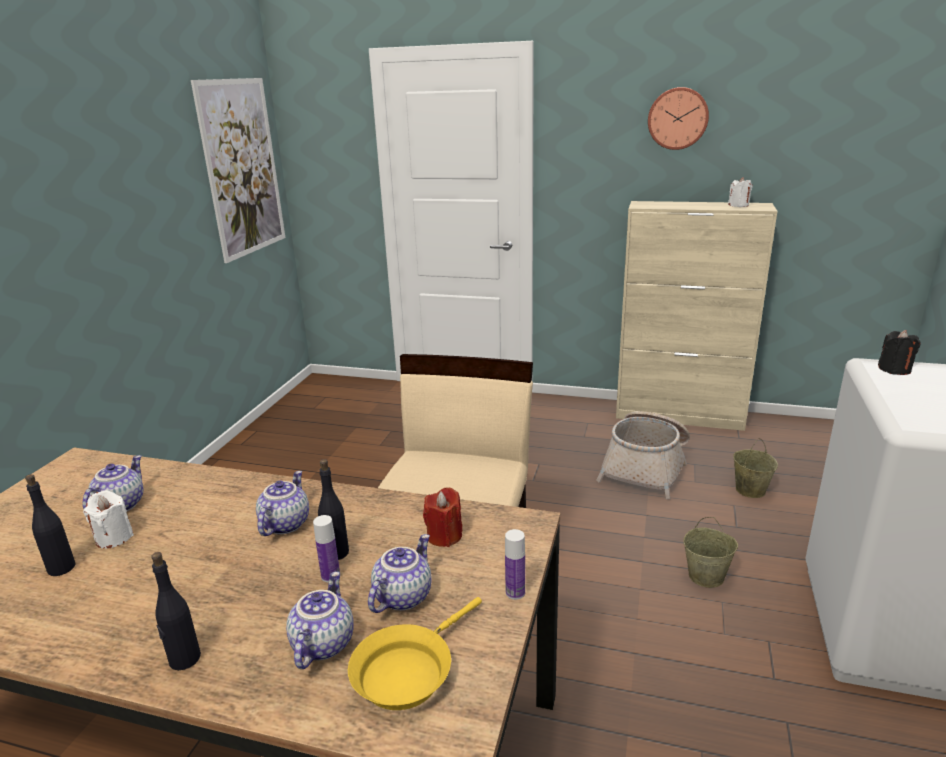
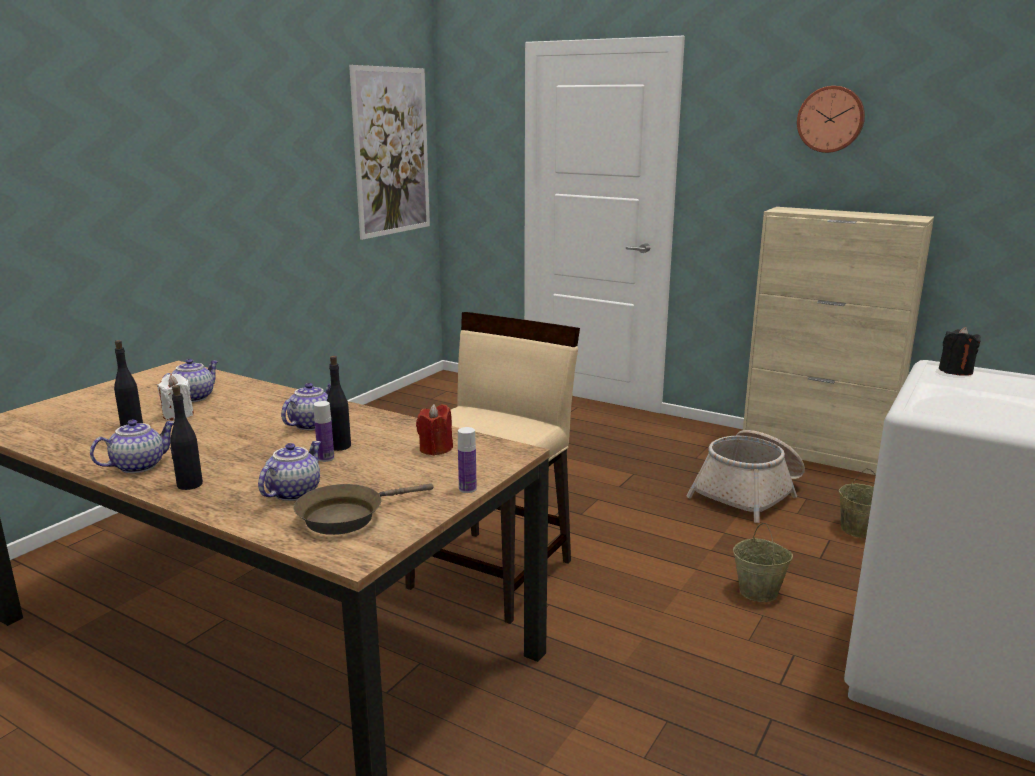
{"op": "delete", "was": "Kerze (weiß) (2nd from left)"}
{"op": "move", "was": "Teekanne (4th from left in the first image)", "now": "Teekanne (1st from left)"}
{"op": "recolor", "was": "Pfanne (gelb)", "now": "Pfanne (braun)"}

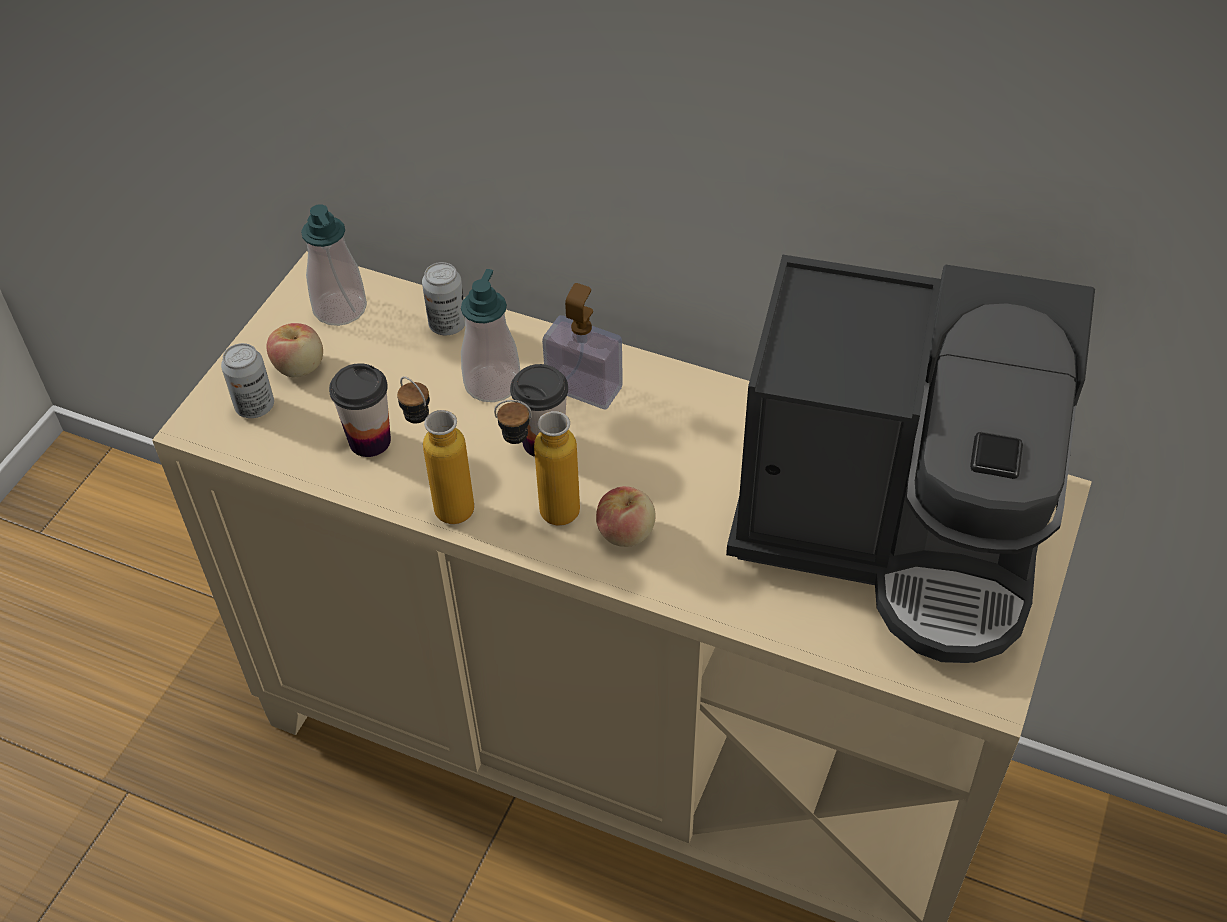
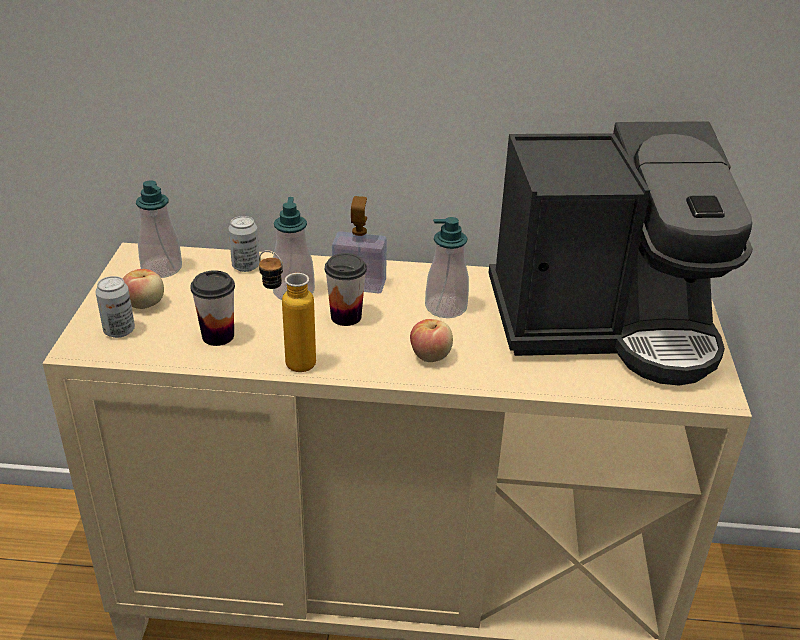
{"op": "delete", "was": "Flasche (2nd from left)"}
{"op": "insert", "now": "Seifenspender (4th from left)"}

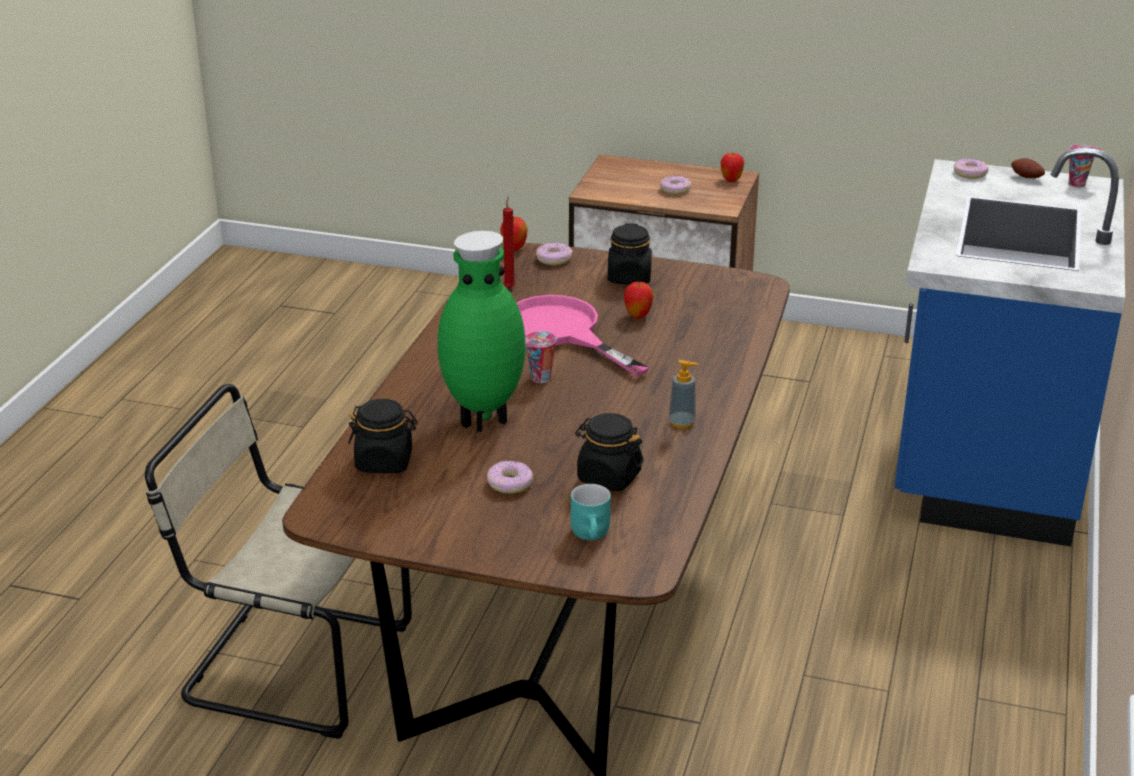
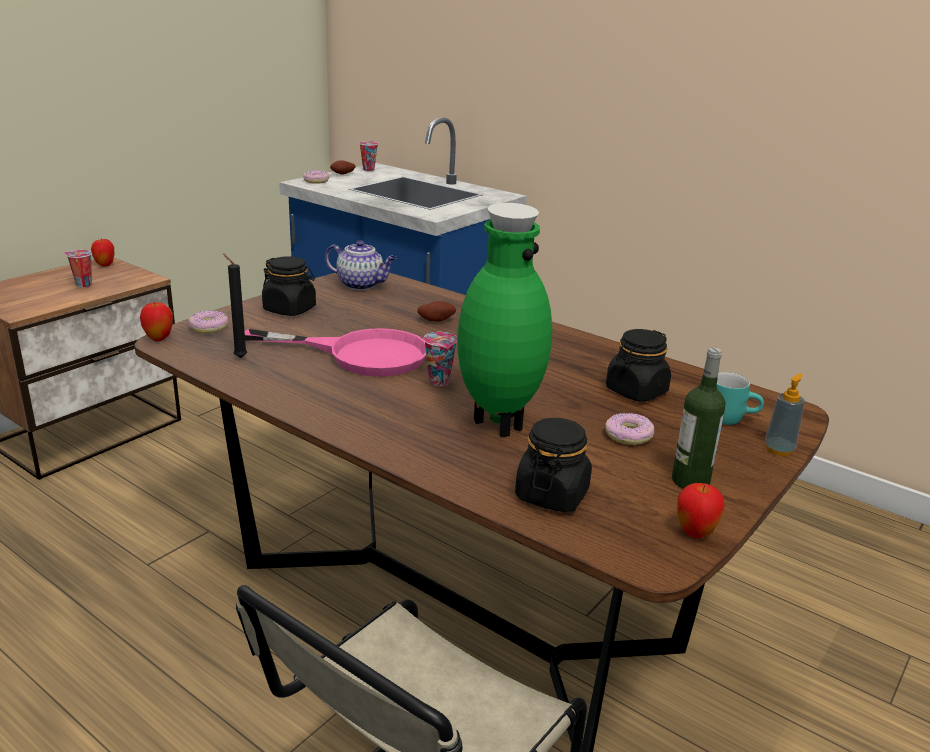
{"op": "insert", "now": "Teekanne"}
{"op": "insert", "now": "Kartoffel (2nd from left)"}
{"op": "insert", "now": "Flasche"}
{"op": "move", "was": "Apfel (2nd from left in the first image)", "now": "Apfel (3rd from left)"}
{"op": "move", "was": "Seifenspender"}
{"op": "replace", "was": "Donut (3rd from left)", "now": "Tasse (1st from left)"}
{"op": "recolor", "was": "Kerze (rot)", "now": "Kerze (schwarz)"}
{"op": "rotate", "was": "Pfanne (rosa)", "clockwise": -150}

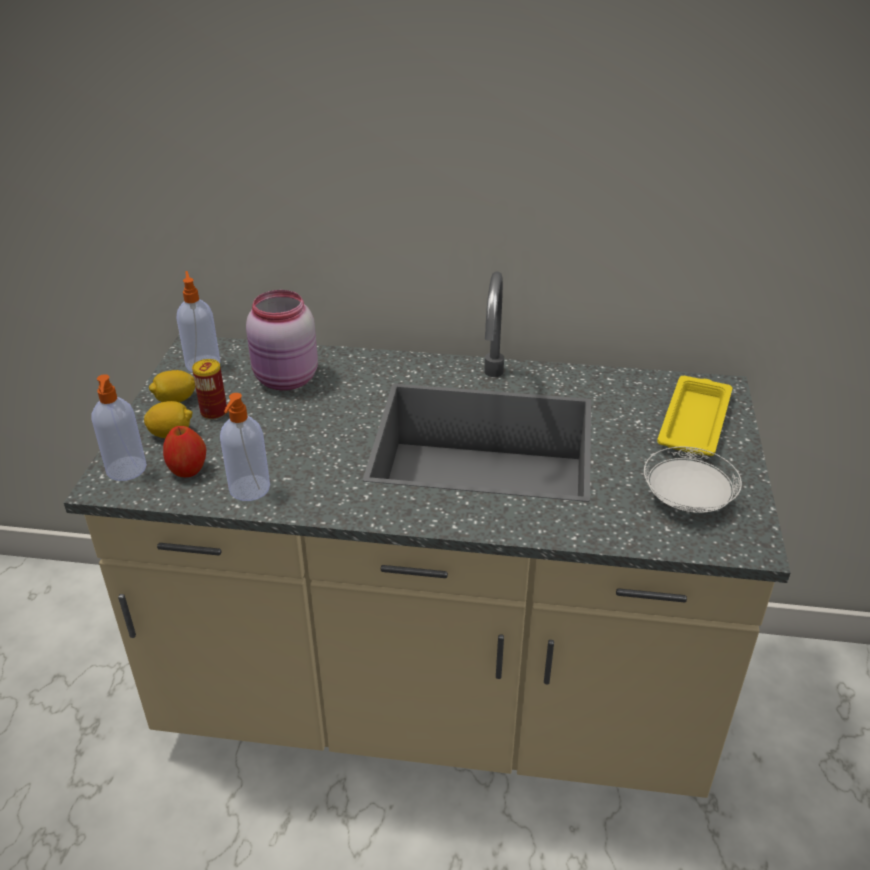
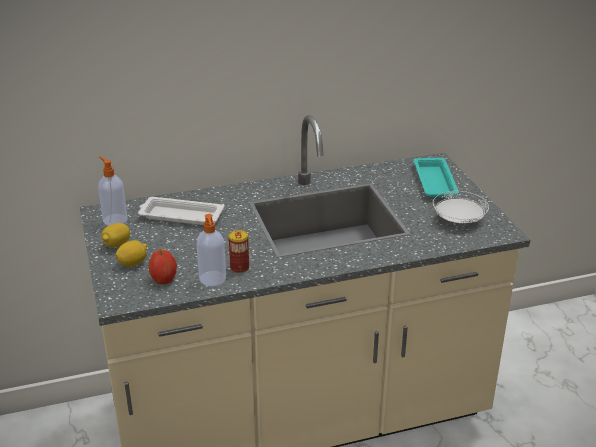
{"op": "delete", "was": "Seifenspender (1st from left)"}
{"op": "move", "was": "Dose"}
{"op": "replace", "was": "Vorratsglas (rosa)", "now": "Tablett (weiß)"}
{"op": "recolor", "was": "Tablett (gelb)", "now": "Tablett (türkis)"}

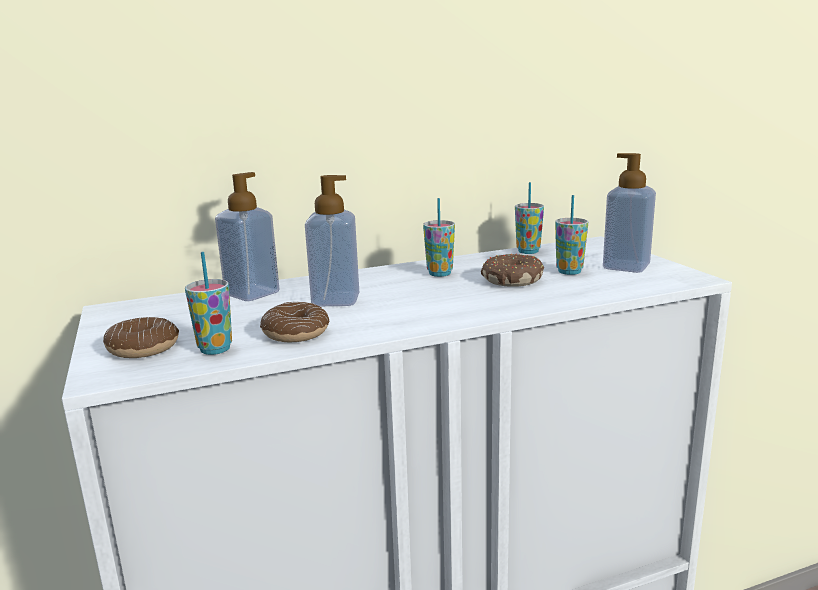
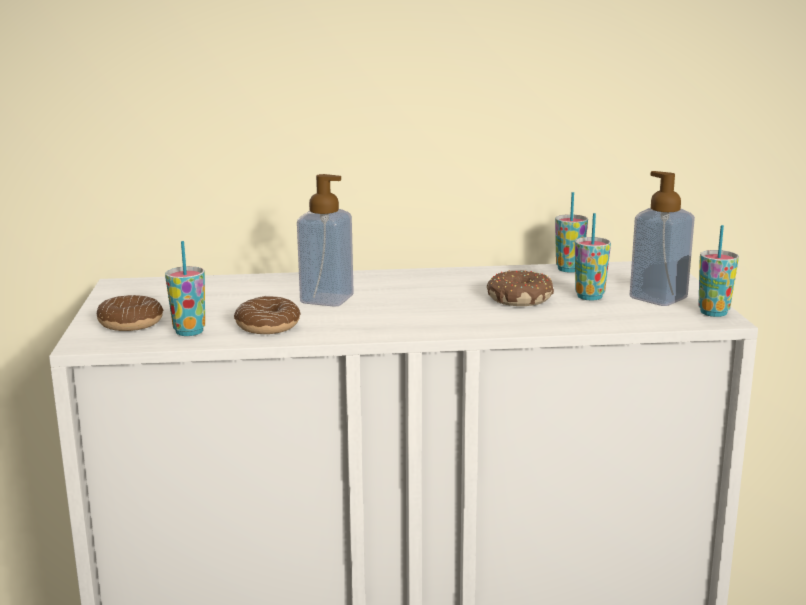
{"op": "delete", "was": "Seifenspender (1st from left)"}
{"op": "move", "was": "Tasse (2nd from left in the first image)", "now": "Tasse (4th from left)"}

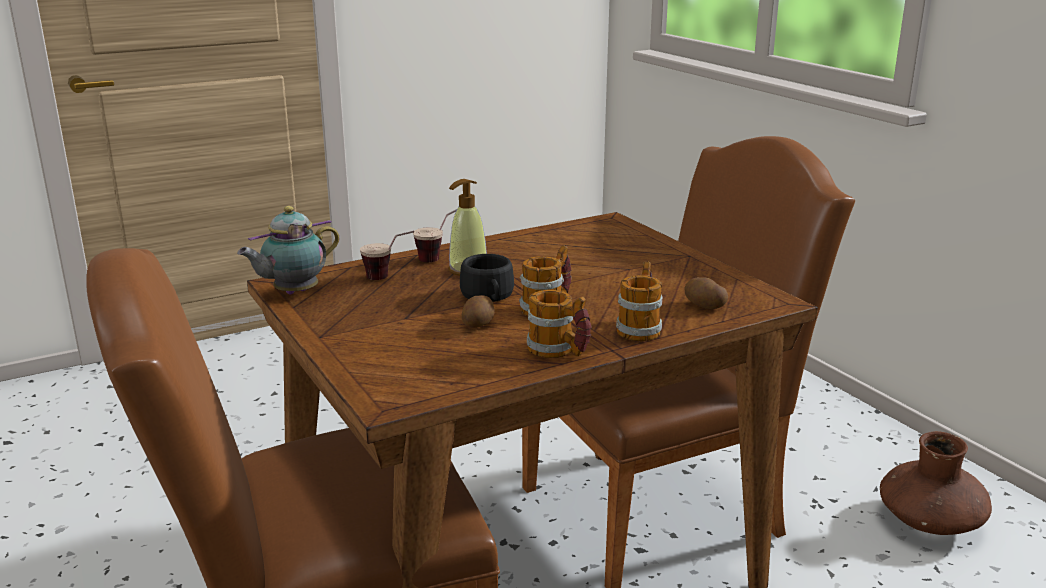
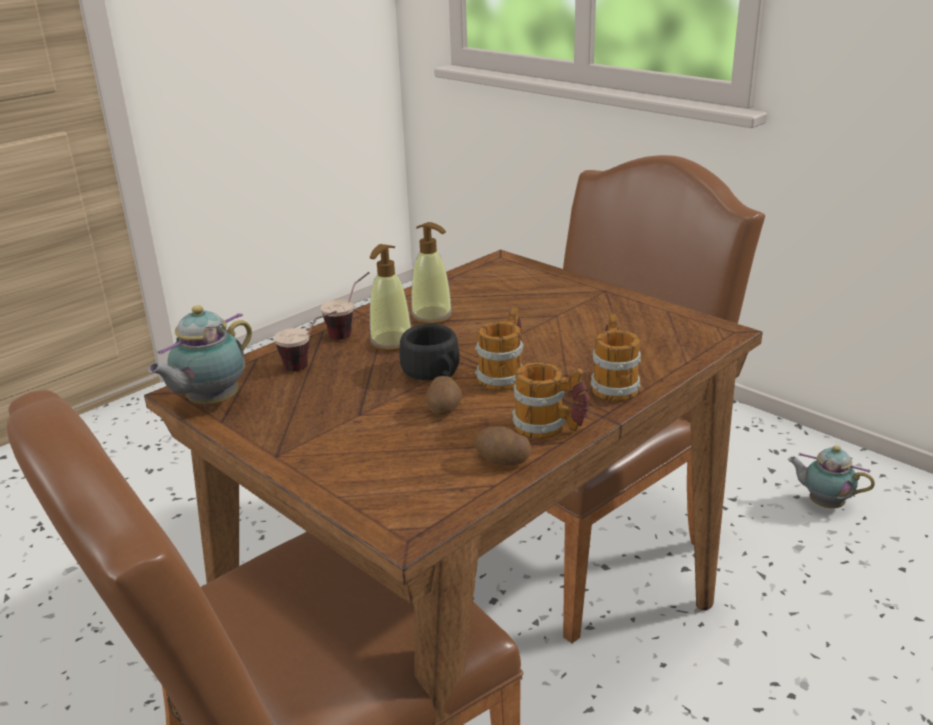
{"op": "insert", "now": "Seifenspender (2nd from left)"}
{"op": "move", "was": "Kartoffel (2nd from left)"}
{"op": "replace", "was": "Vase (braun)", "now": "Teekanne (2nd from left)"}

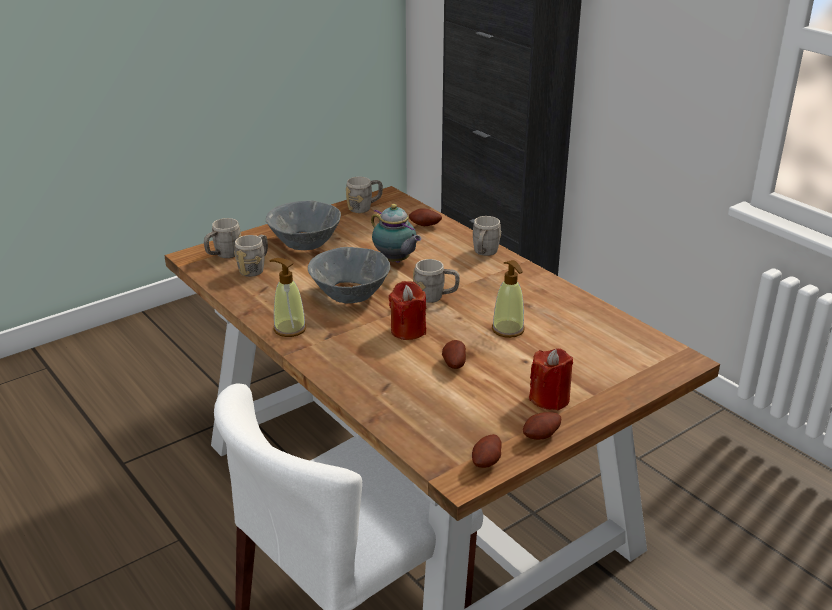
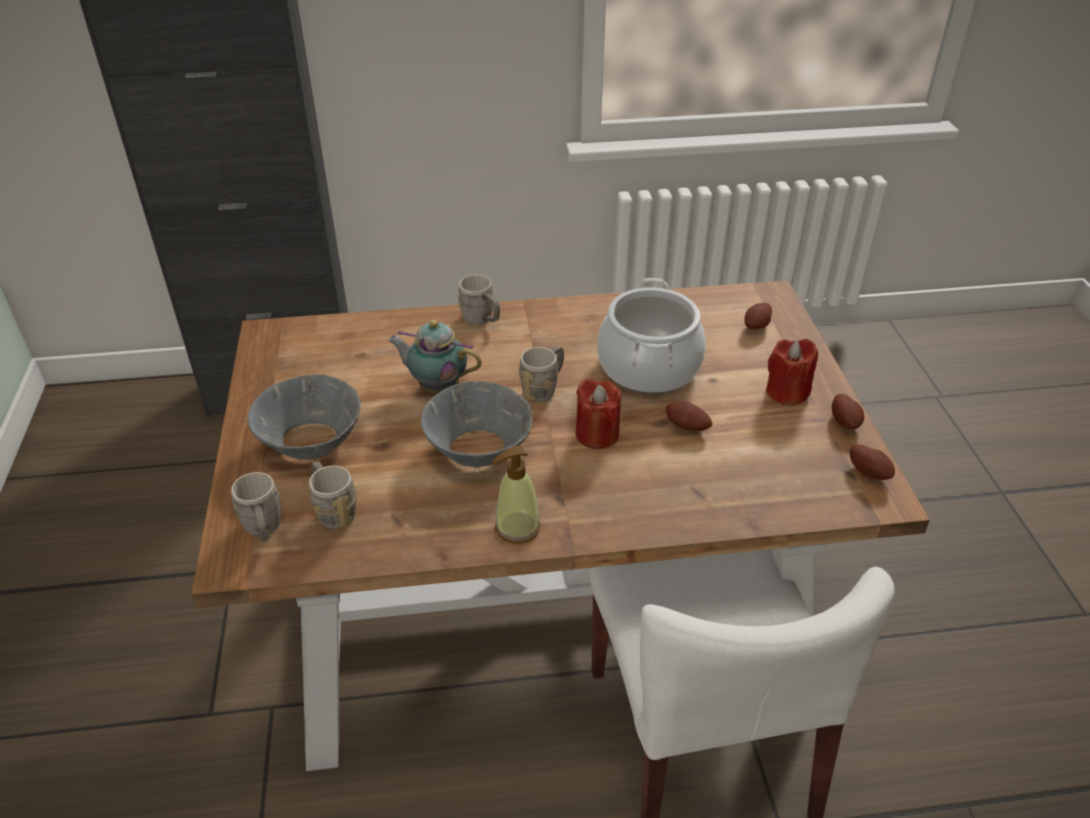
{"op": "delete", "was": "Henkelbecher (grau) (3rd from left)"}
{"op": "move", "was": "Kartoffel (1st from left in the first image)", "now": "Kartoffel (2nd from left)"}
{"op": "replace", "was": "Seifenspender (2nd from left)", "now": "Kochtopf"}
{"op": "rotate", "was": "Teekanne", "clockwise": -150}

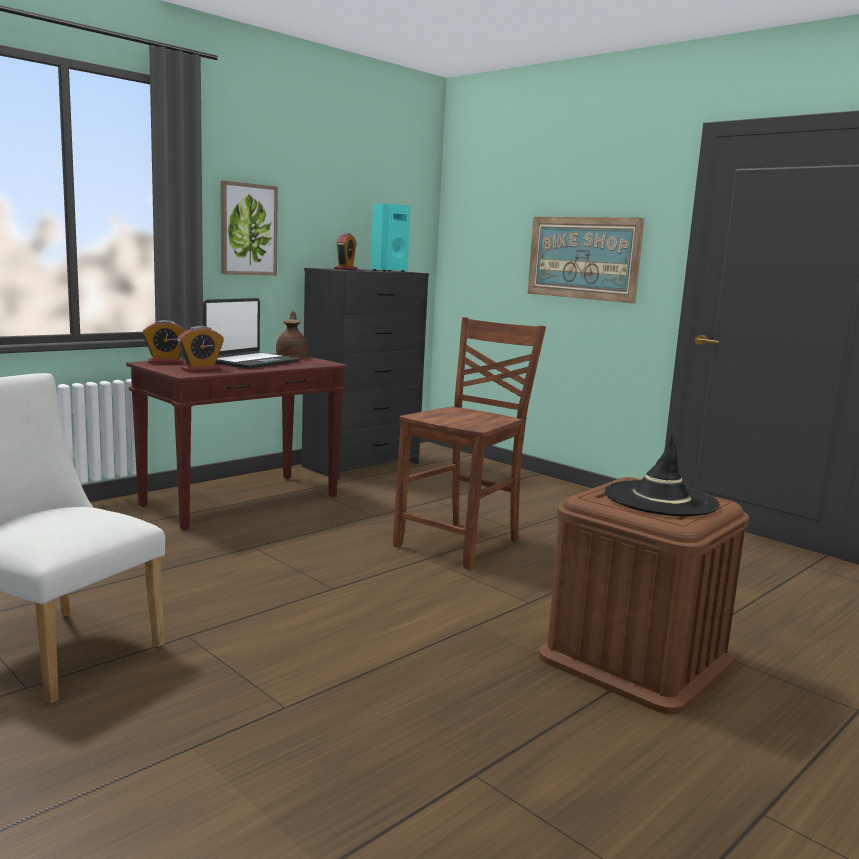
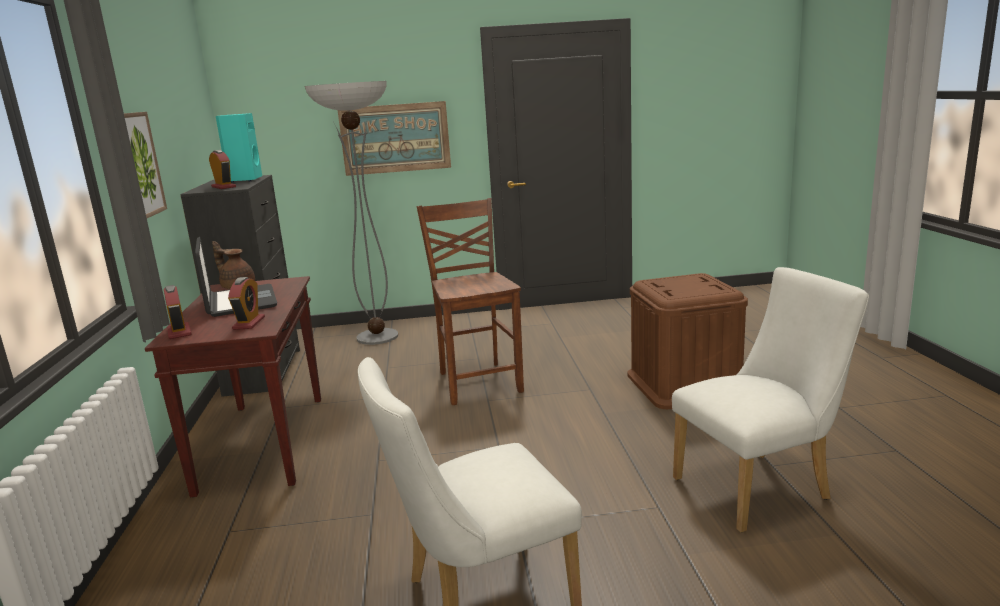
{"op": "delete", "was": "Hut (schwarz)"}
{"op": "insert", "now": "Stehlampe"}
{"op": "insert", "now": "Stuhl (weiß) (2nd from left)"}
{"op": "rotate", "was": "Wecker (1st from left)", "clockwise": -45}

